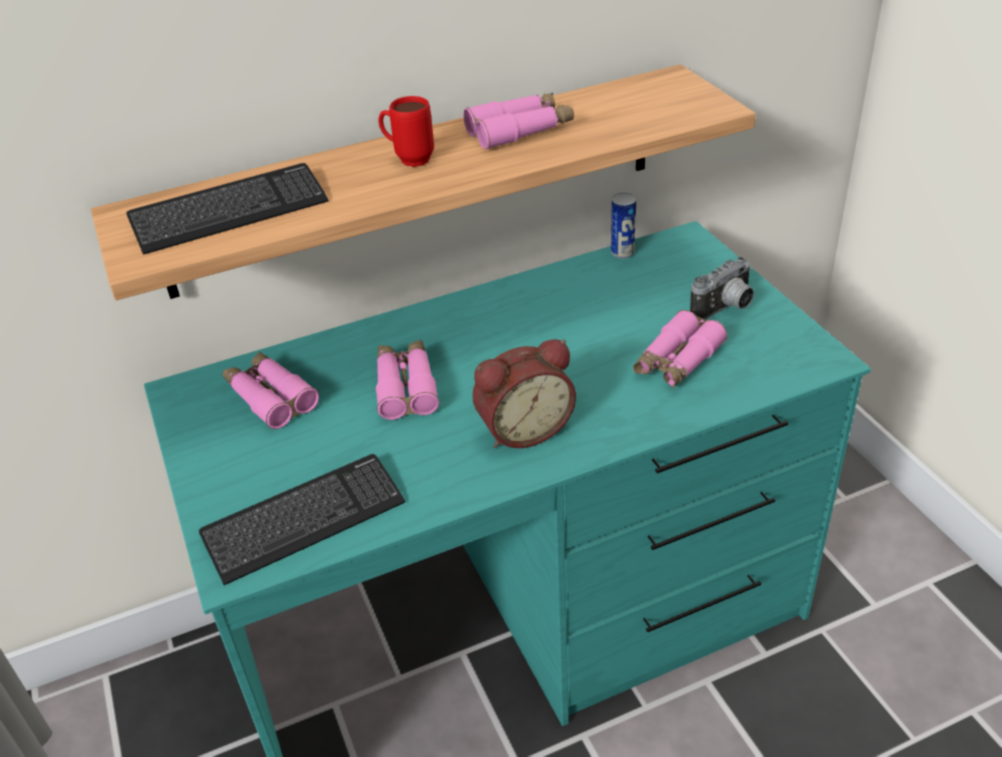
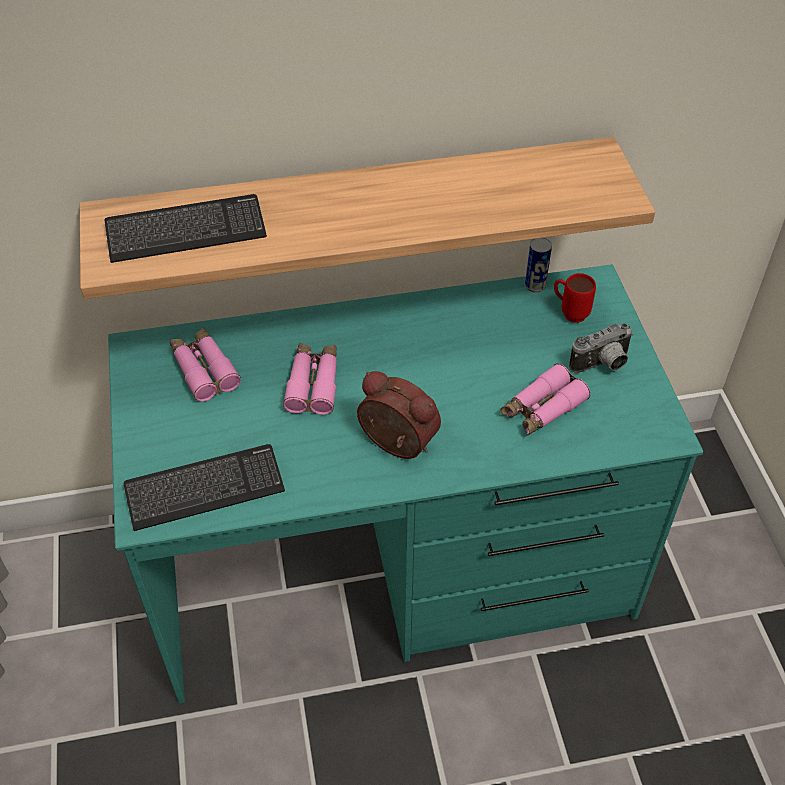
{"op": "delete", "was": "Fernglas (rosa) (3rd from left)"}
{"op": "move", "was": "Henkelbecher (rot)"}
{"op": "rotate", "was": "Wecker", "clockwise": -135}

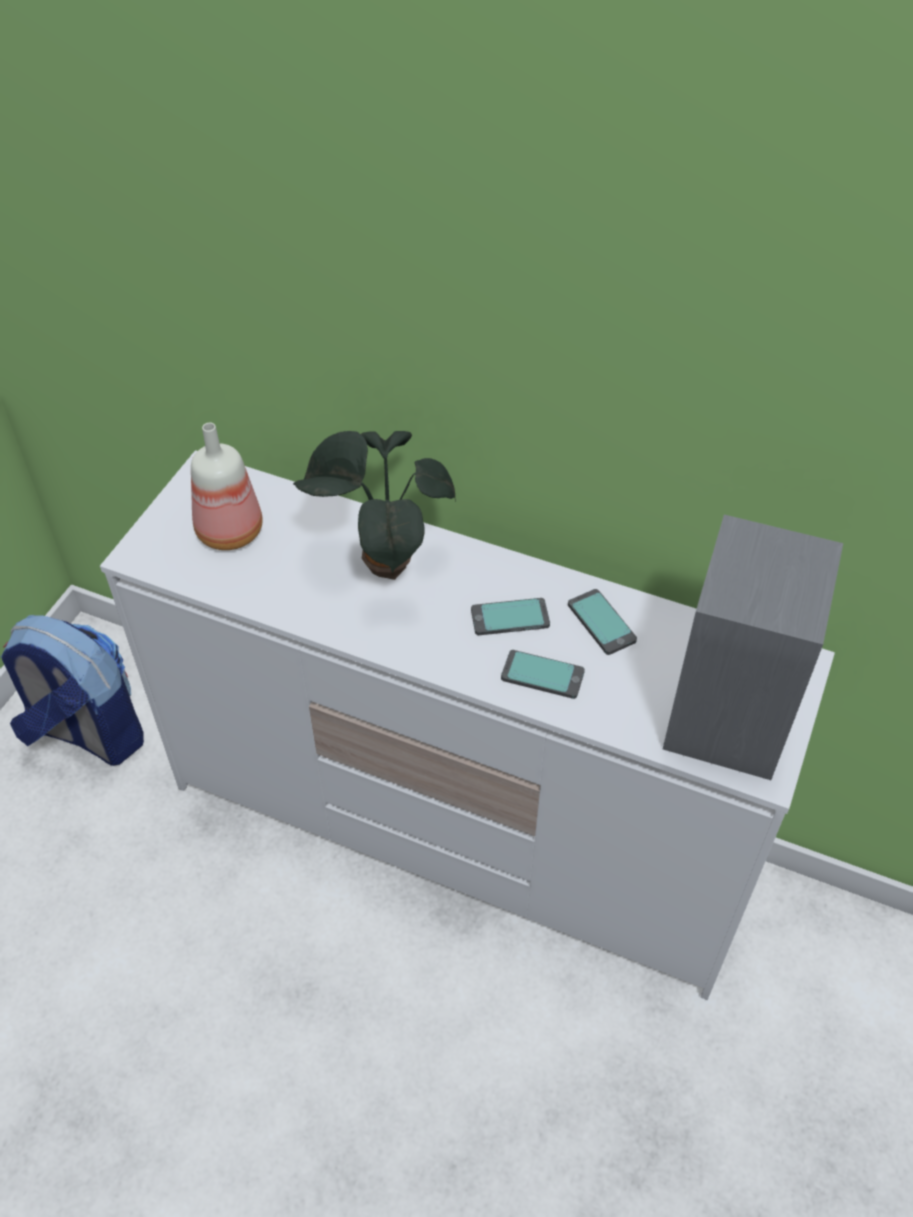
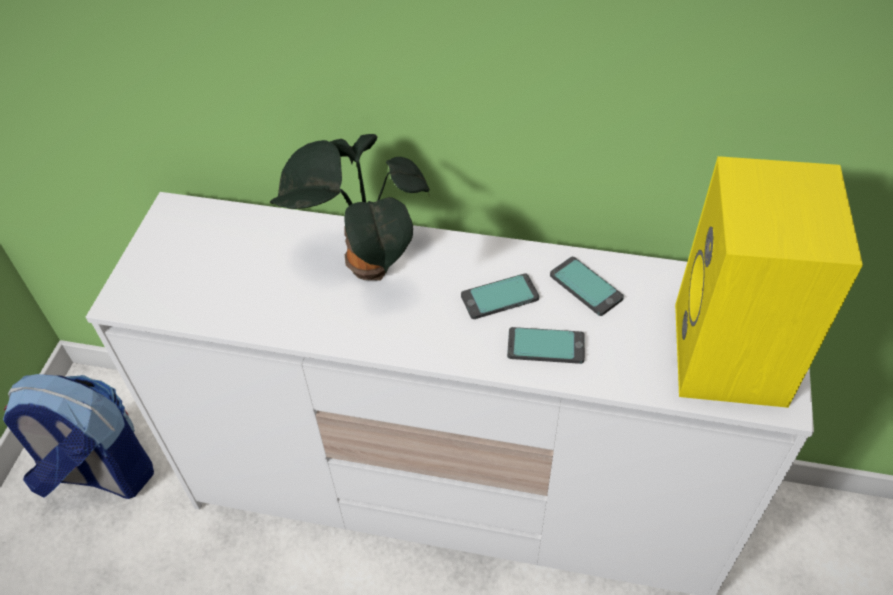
{"op": "delete", "was": "Flasche"}
{"op": "recolor", "was": "Lautsprecher (grau)", "now": "Lautsprecher (gelb)"}

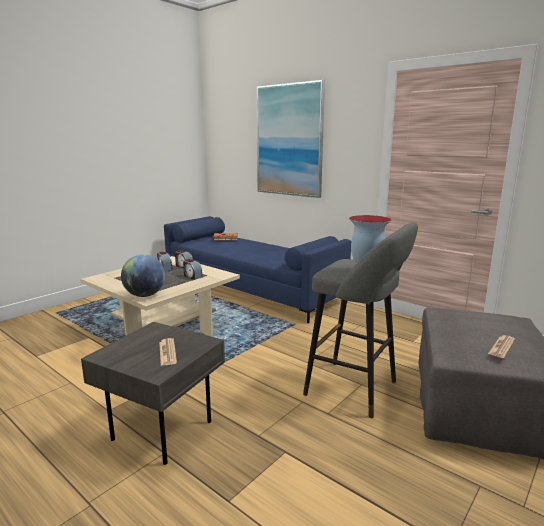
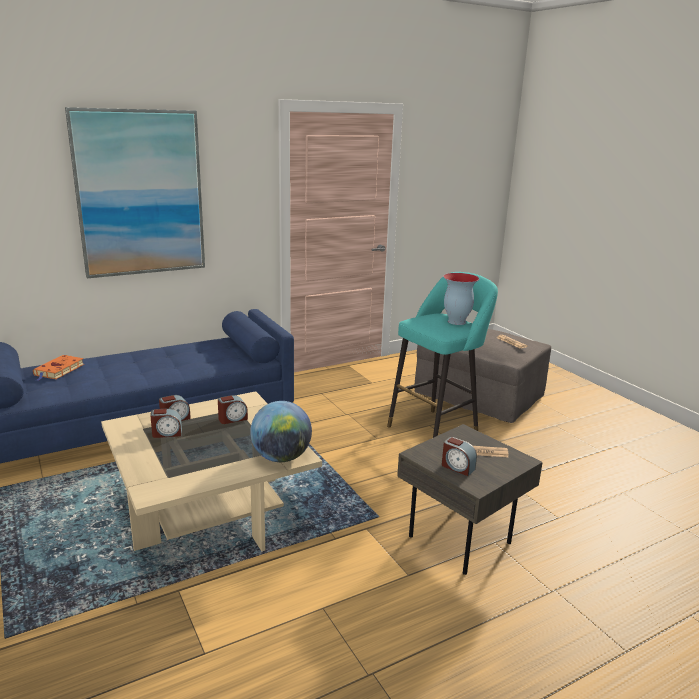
{"op": "insert", "now": "Wecker (4th from left)"}
{"op": "recolor", "was": "Hocker (grau)", "now": "Hocker (türkis)"}

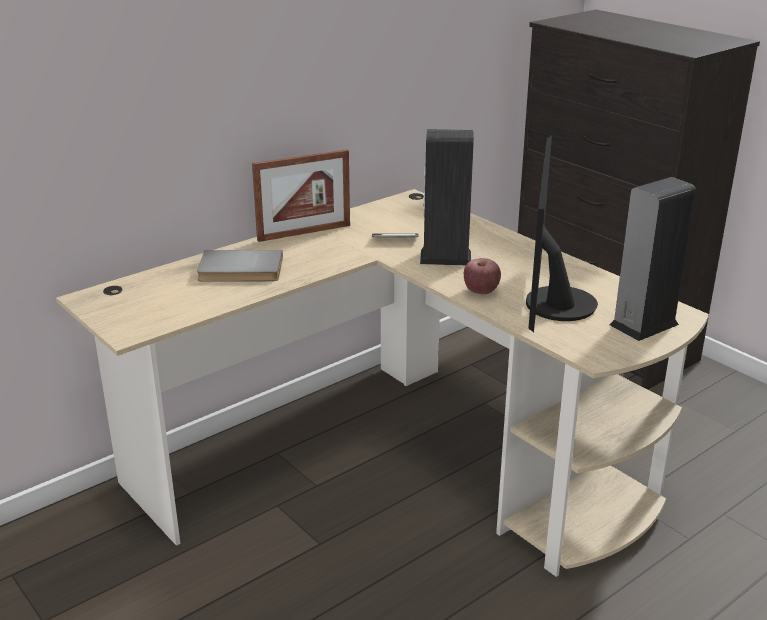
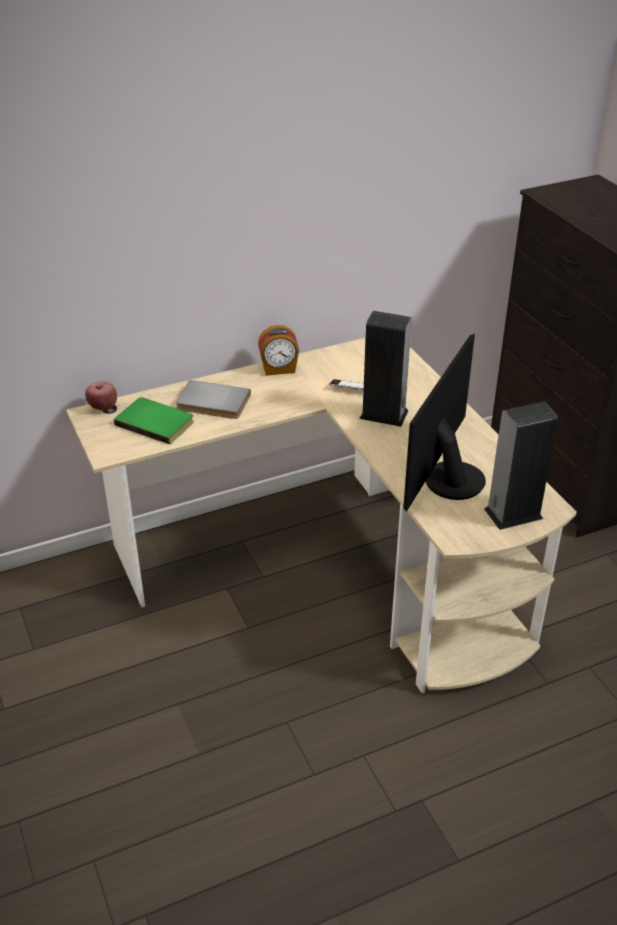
{"op": "insert", "now": "Buch (grün)"}
{"op": "move", "was": "Apfel"}
{"op": "replace", "was": "Bilderrahmen", "now": "Wecker"}

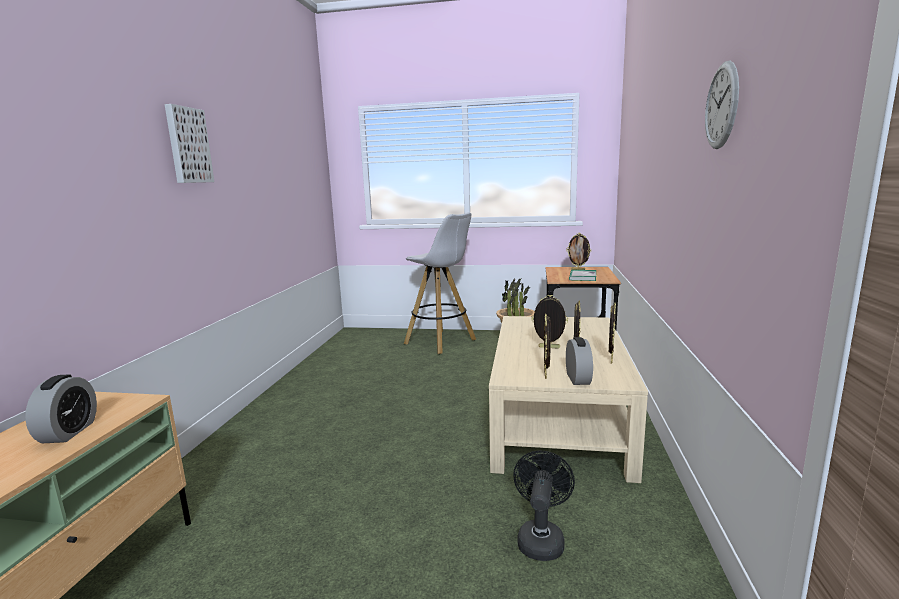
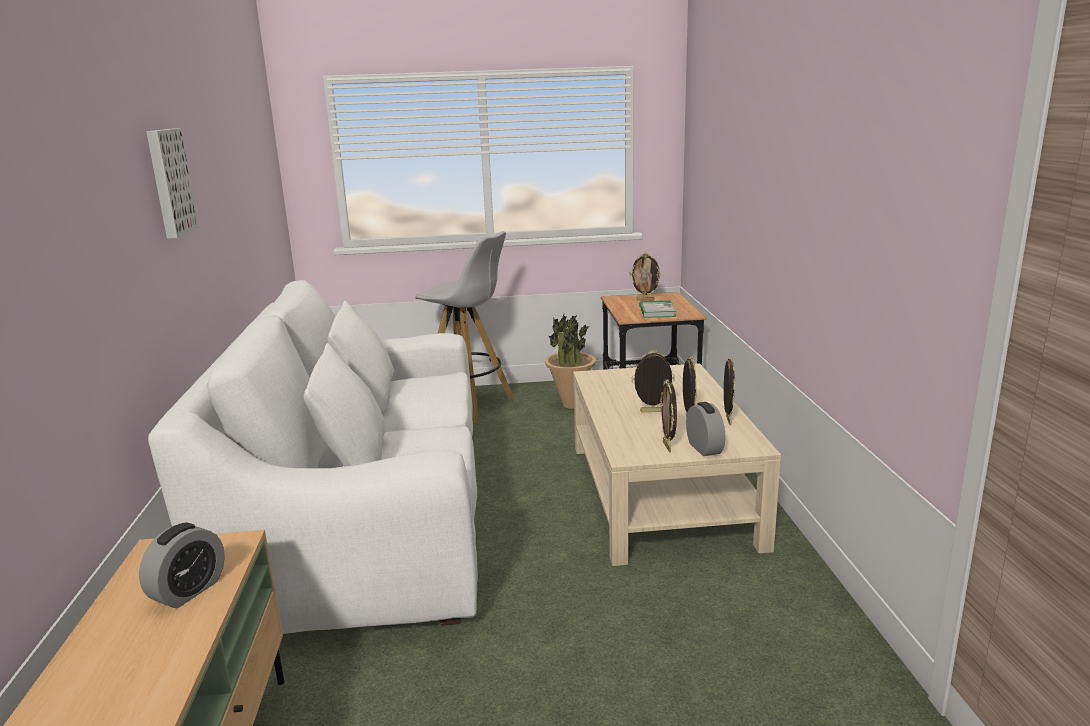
{"op": "delete", "was": "Ventilator (schwarz)"}
{"op": "delete", "was": "Wanduhr"}
{"op": "insert", "now": "Sofa (weiß)"}
{"op": "rotate", "was": "Wecker (1st from left)", "clockwise": 45}

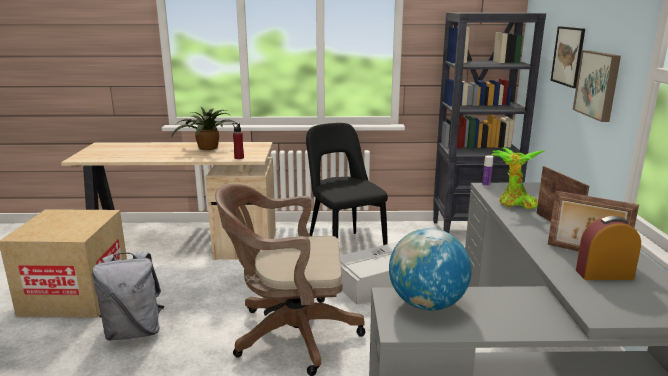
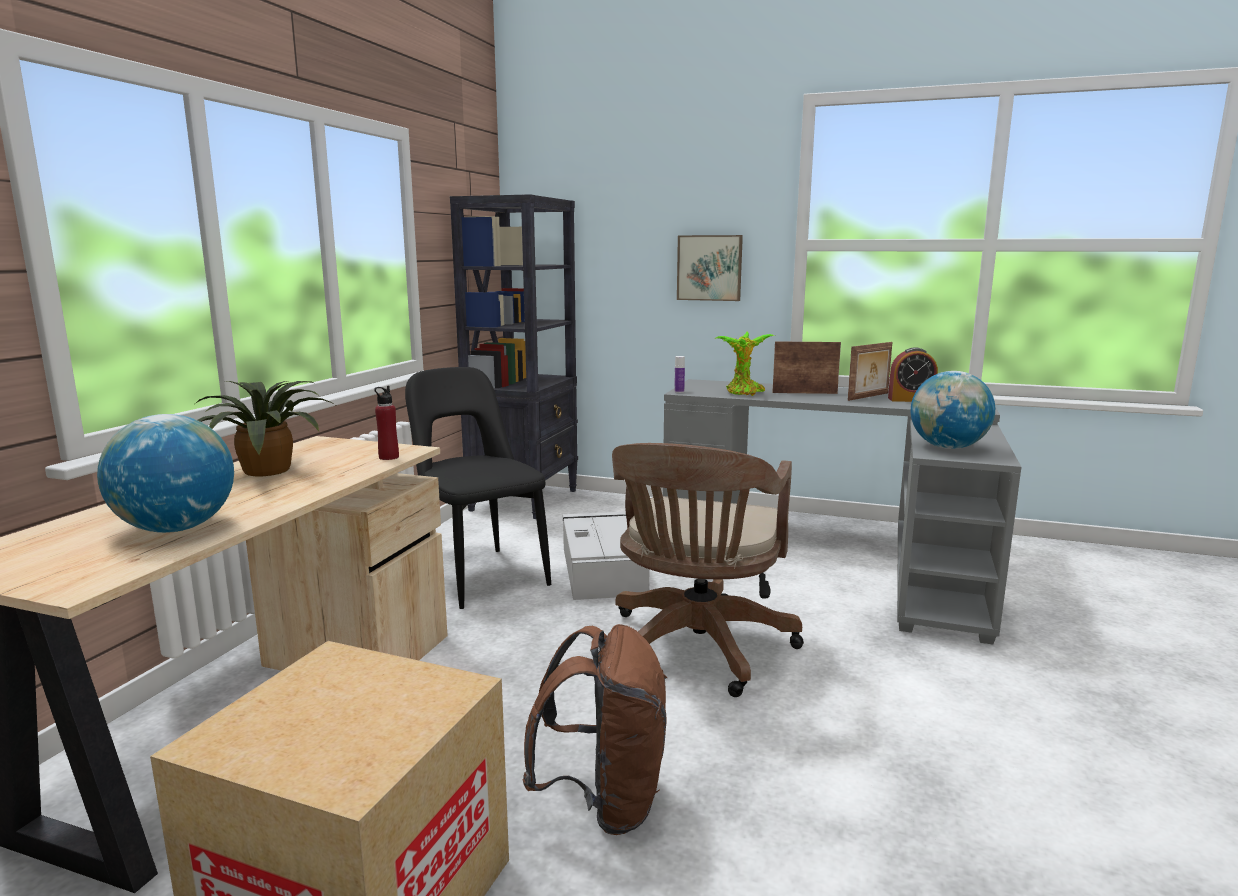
{"op": "delete", "was": "Bild (1st from left)"}
{"op": "insert", "now": "Globus (1st from left)"}
{"op": "recolor", "was": "Rucksack (grau)", "now": "Rucksack (braun)"}
{"op": "rotate", "was": "Stuhl (schwarz)", "clockwise": 60}
{"op": "rotate", "was": "Wecker", "clockwise": -105}

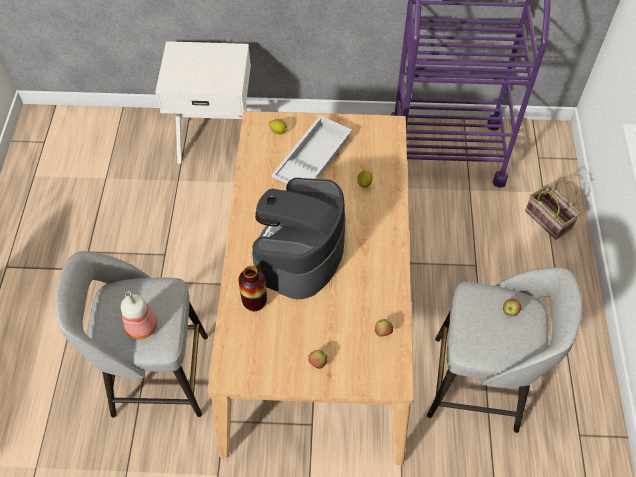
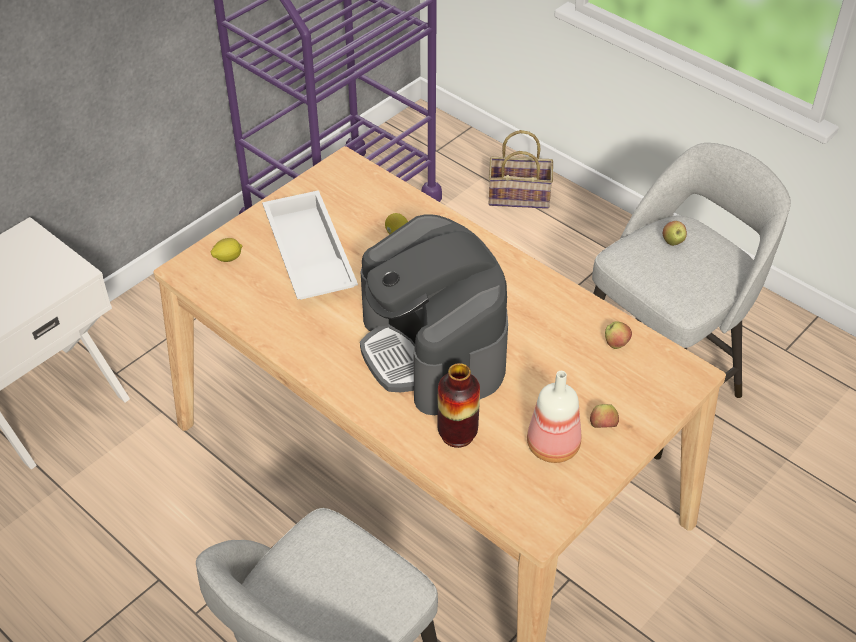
{"op": "move", "was": "Flasche"}

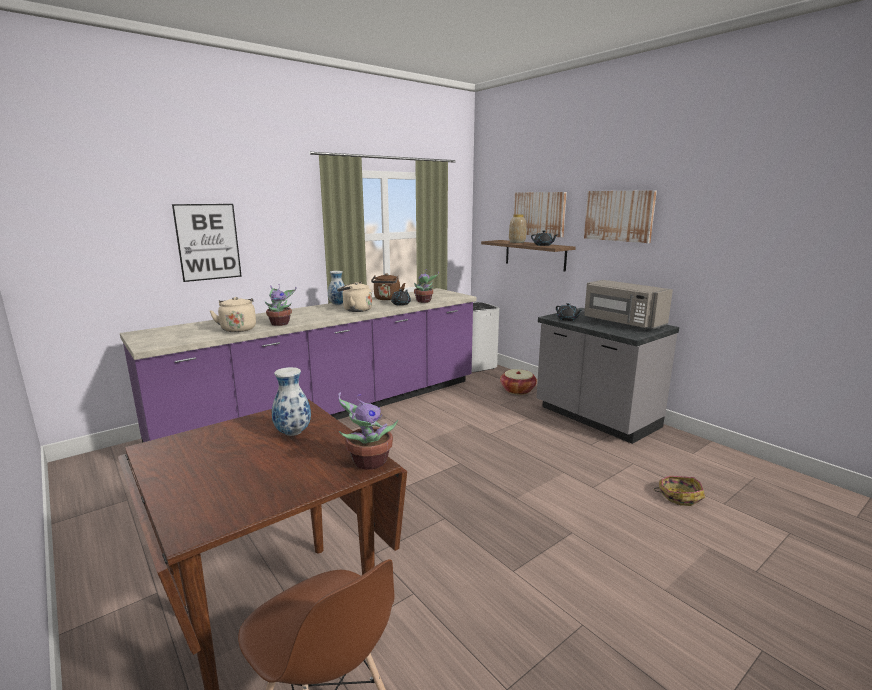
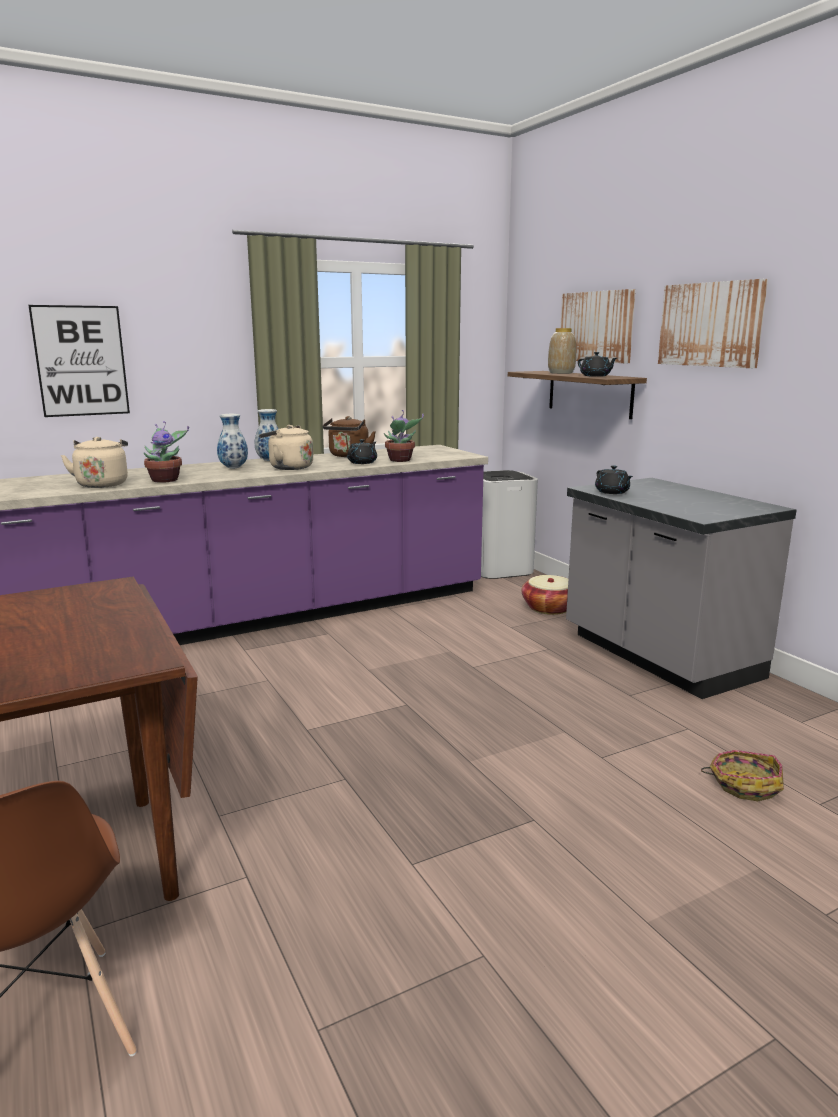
{"op": "delete", "was": "Topfpflanze (2nd from left)"}
{"op": "delete", "was": "Mikrowelle (grau)"}
{"op": "move", "was": "Vase (1st from left)"}

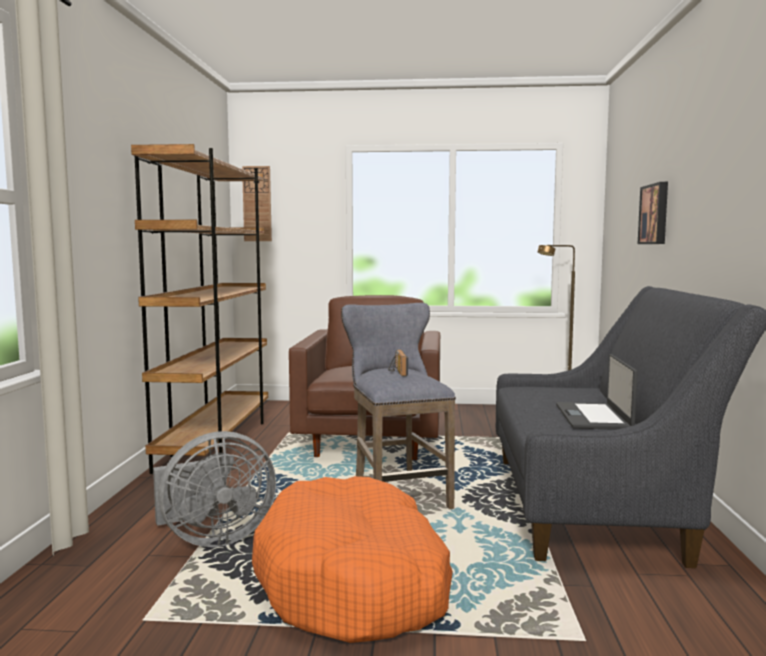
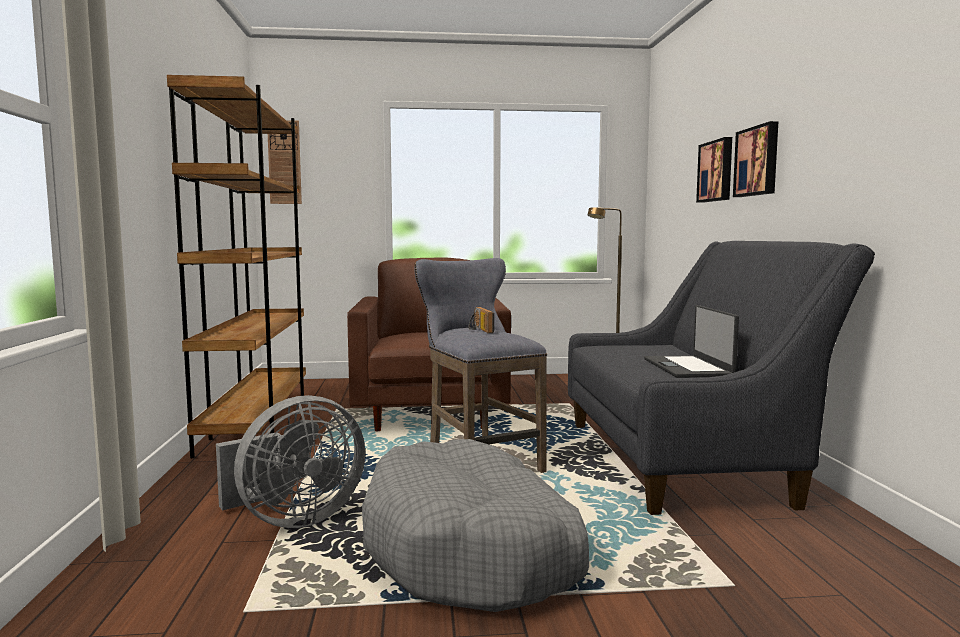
{"op": "insert", "now": "Bild (2nd from left)"}
{"op": "recolor", "was": "Hundebett (orange)", "now": "Hundebett (grau)"}

